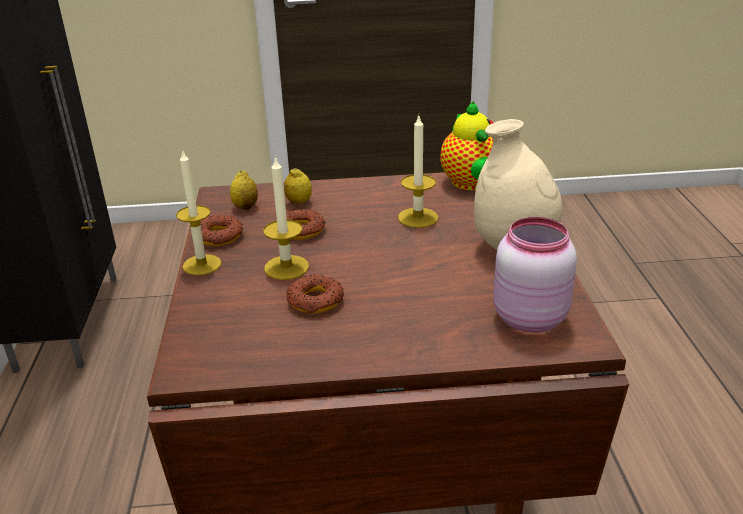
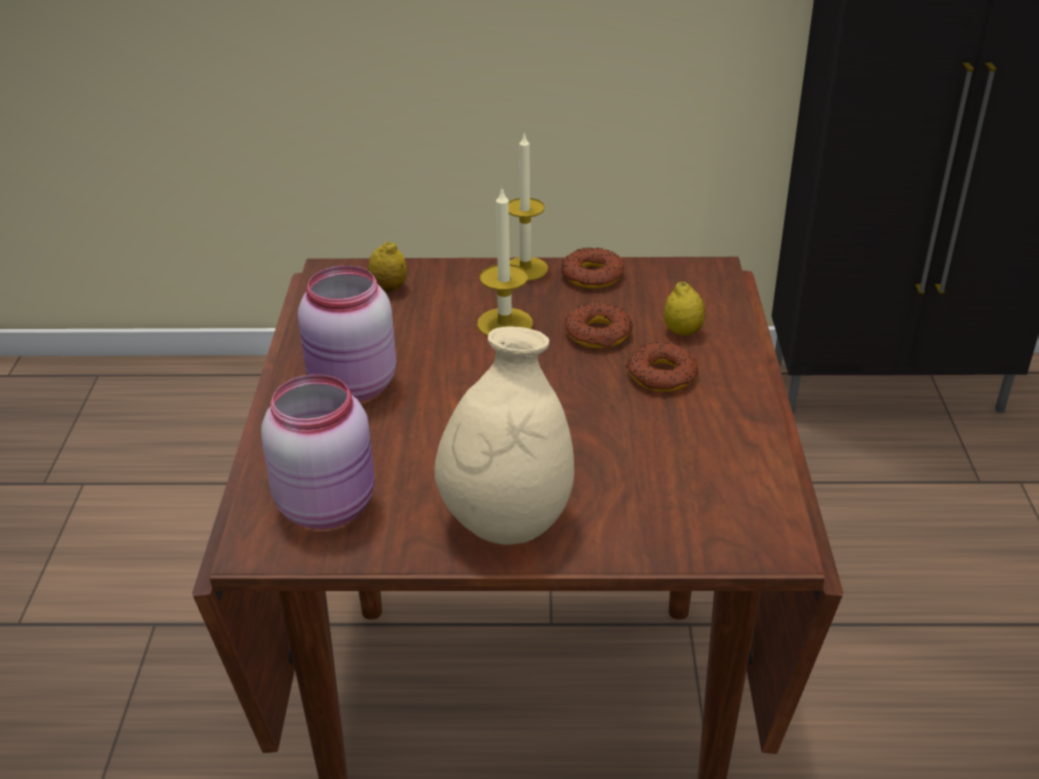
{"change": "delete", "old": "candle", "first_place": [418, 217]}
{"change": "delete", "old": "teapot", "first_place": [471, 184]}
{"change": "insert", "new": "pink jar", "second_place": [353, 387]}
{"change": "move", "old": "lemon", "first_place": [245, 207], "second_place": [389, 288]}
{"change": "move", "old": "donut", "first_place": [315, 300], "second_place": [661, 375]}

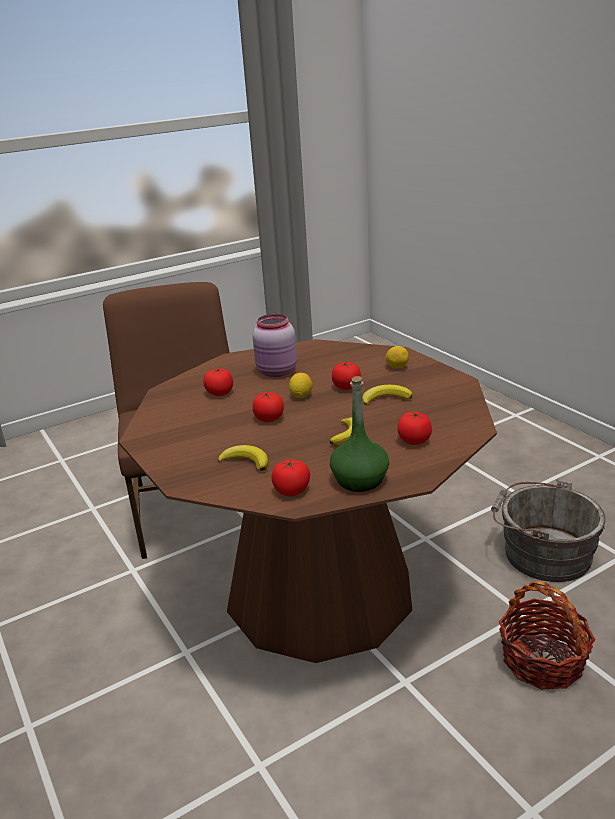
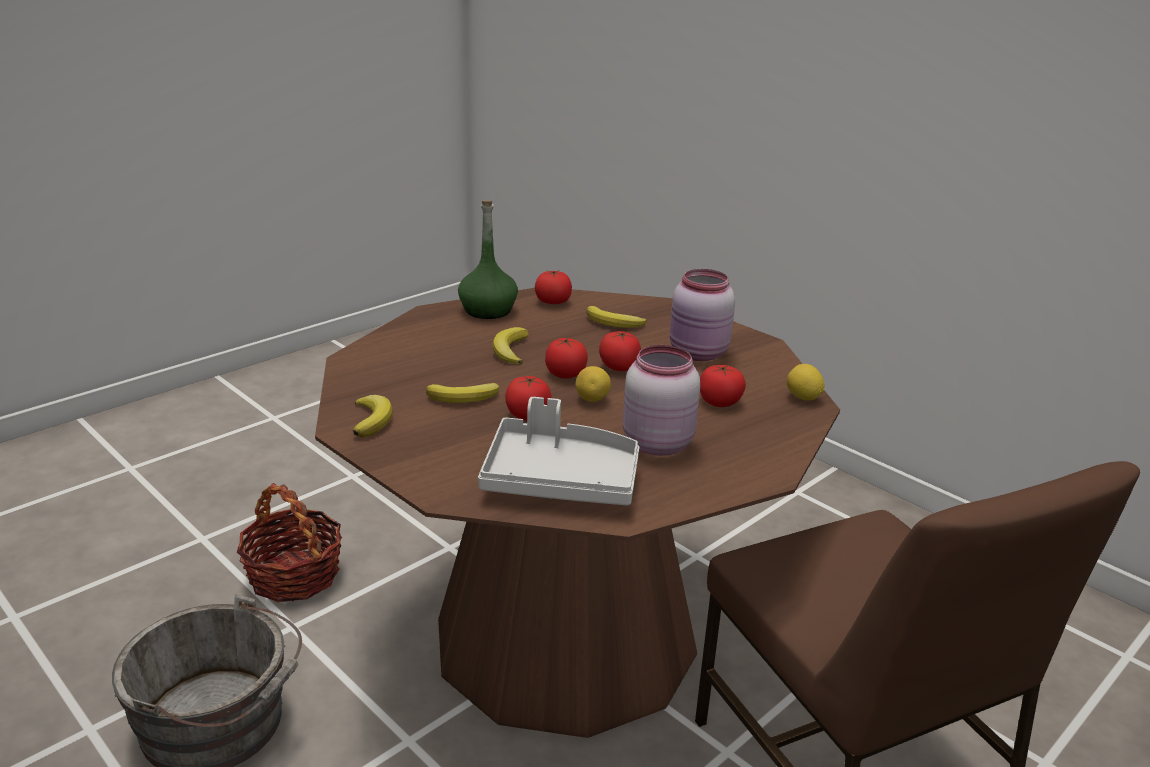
{"change": "insert", "new": "banana", "second_place": [372, 419]}
{"change": "insert", "new": "grey tray", "second_place": [560, 480]}
{"change": "insert", "new": "pink jar", "second_place": [698, 354]}
{"change": "move", "old": "lemon", "first_place": [397, 367], "second_place": [802, 398]}
{"change": "move", "old": "tomato", "first_place": [414, 440], "second_place": [565, 374]}

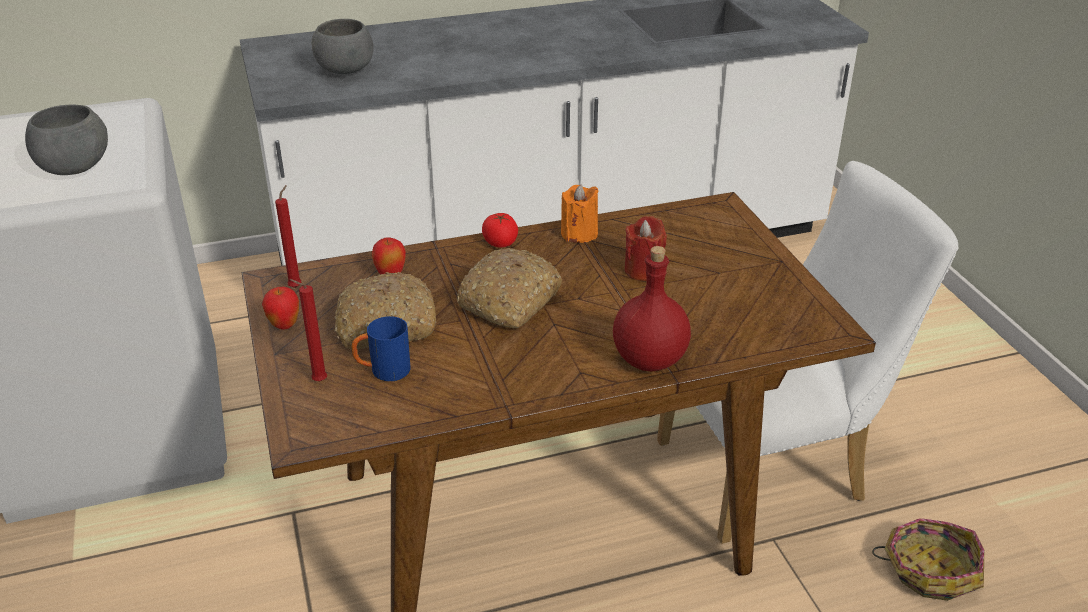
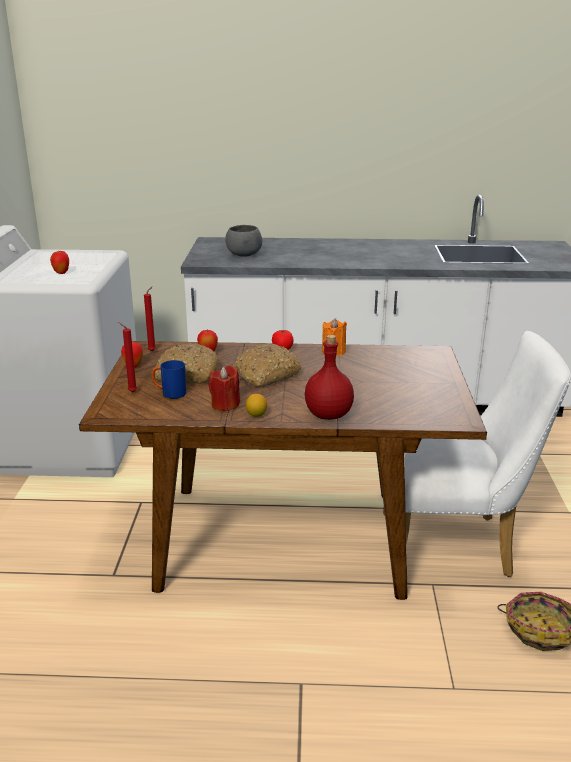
{"change": "insert", "new": "lemon", "second_place": [256, 415]}
{"change": "move", "old": "red candle", "first_place": [643, 270], "second_place": [225, 404]}
{"change": "replace", "old": "grey bowl", "new": "apple", "first_place": [76, 169], "second_place": [61, 273]}

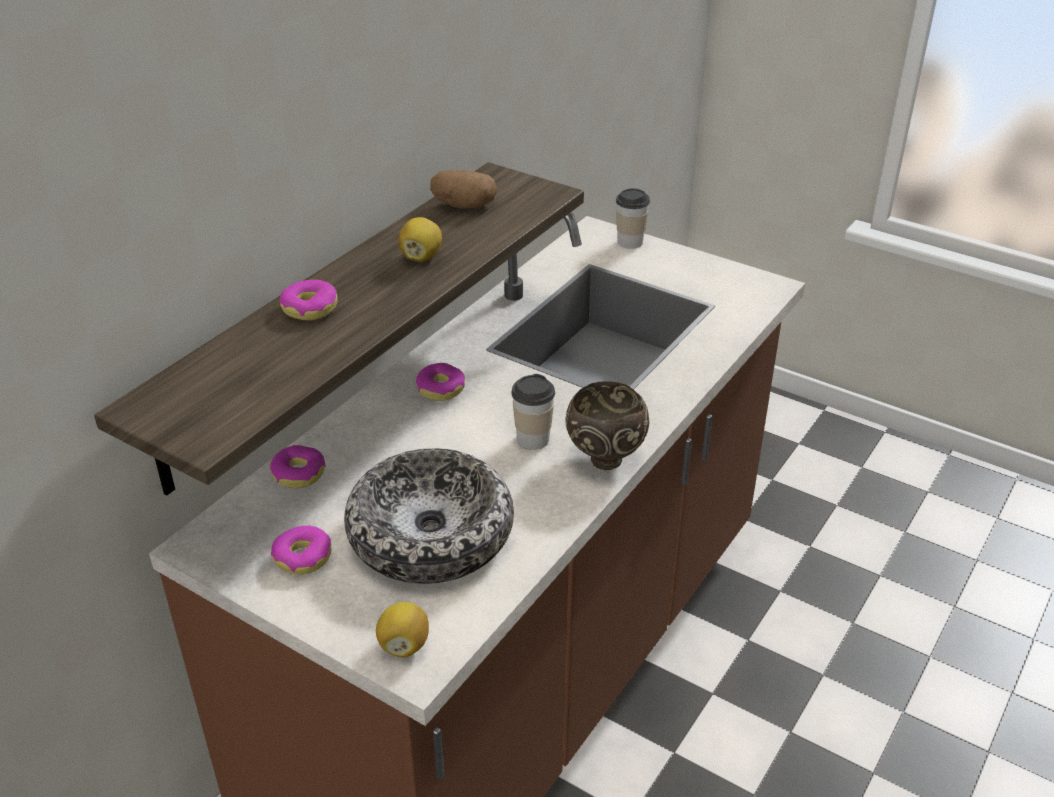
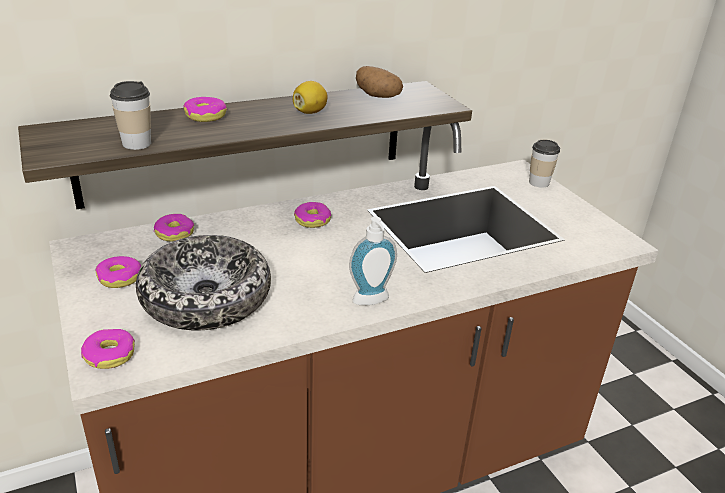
{"change": "move", "old": "cup", "first_place": [533, 439], "second_place": [136, 143]}
{"change": "replace", "old": "lemon", "new": "donut", "first_place": [404, 645], "second_place": [110, 355]}
{"change": "replace", "old": "brown bowl", "new": "soap dispenser", "first_place": [604, 459], "second_place": [372, 302]}

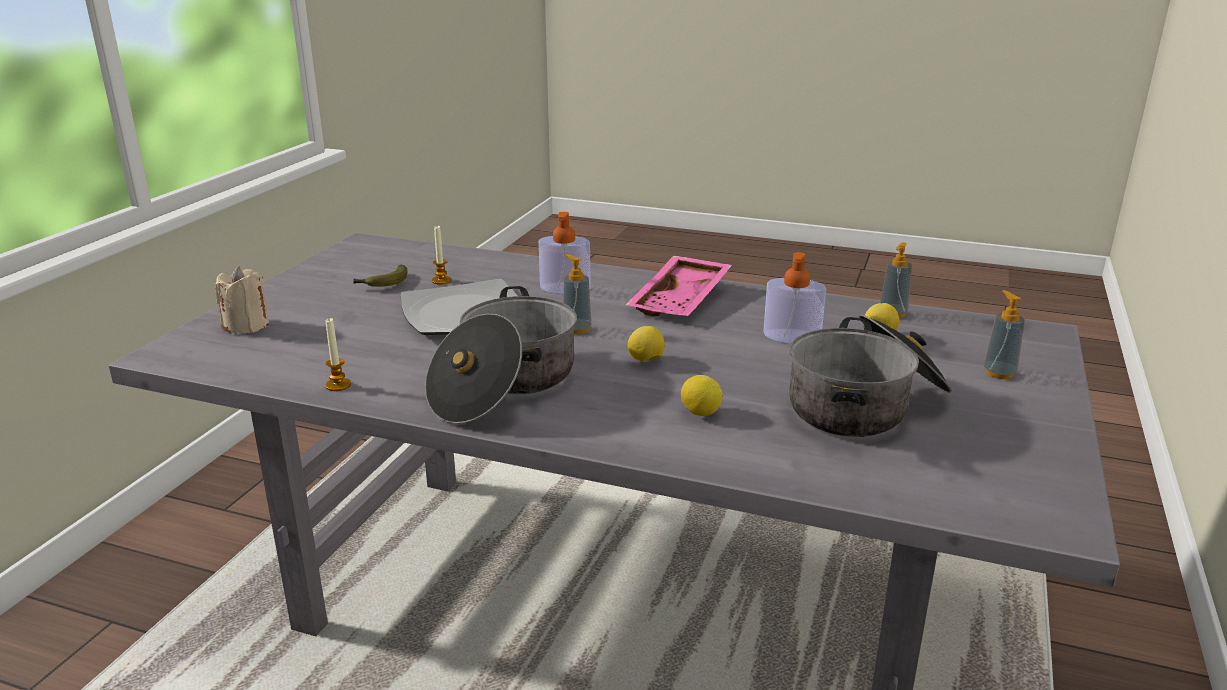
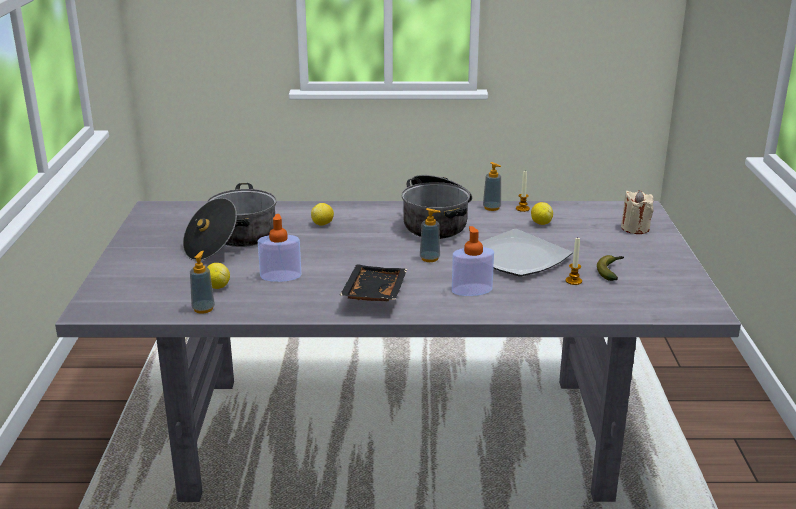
{"change": "move", "old": "lemon", "first_place": [646, 361], "second_place": [541, 223]}
{"change": "move", "old": "soap dispenser", "first_place": [999, 373], "second_place": [491, 208]}
{"change": "recolor", "old": "pink tray", "new": "black tray", "first_place": [682, 301], "second_place": [373, 293]}

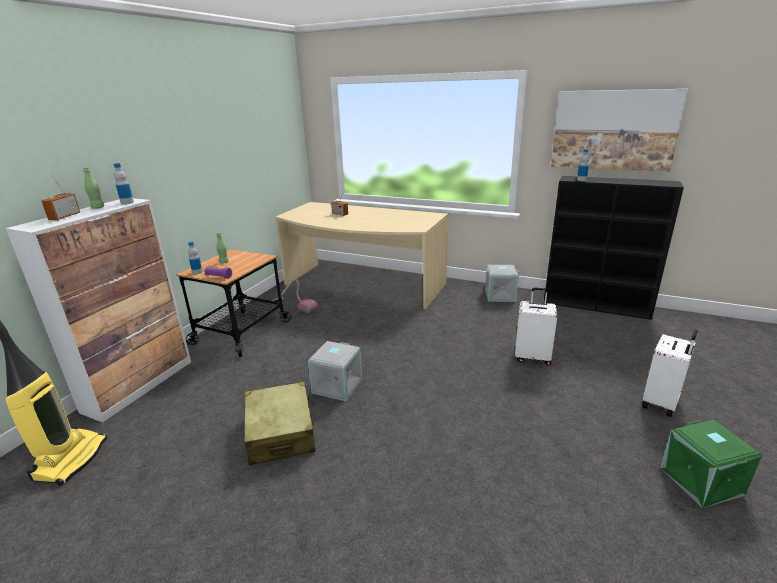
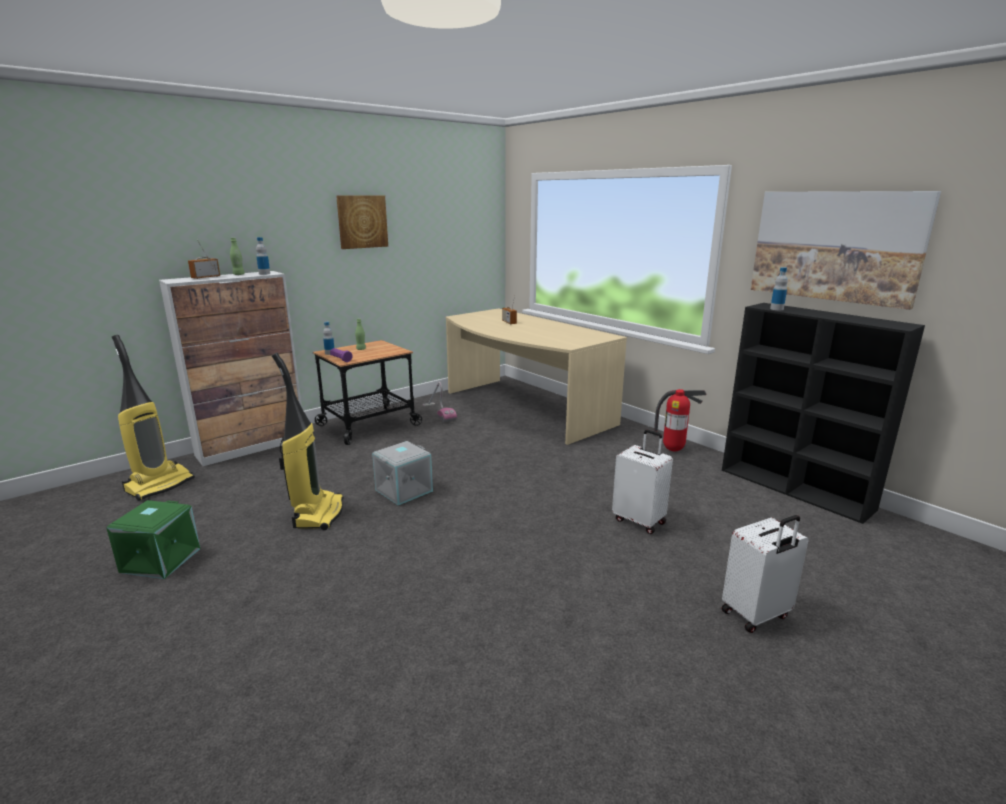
{"change": "insert", "new": "picture", "second_place": [362, 221]}
{"change": "move", "old": "green storage box", "first_place": [699, 481], "second_place": [160, 560]}
{"change": "replace", "old": "beige suitcase", "new": "vacuum cleaner", "first_place": [281, 433], "second_place": [317, 513]}
{"change": "replace", "old": "grey storage box", "new": "fire extinguisher", "first_place": [500, 295], "second_place": [673, 450]}

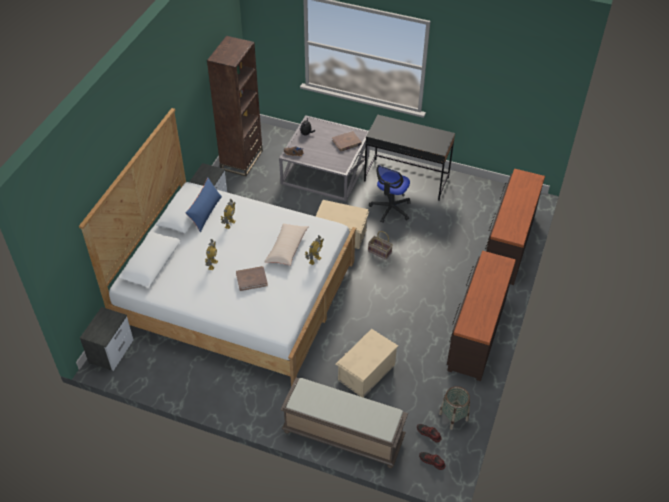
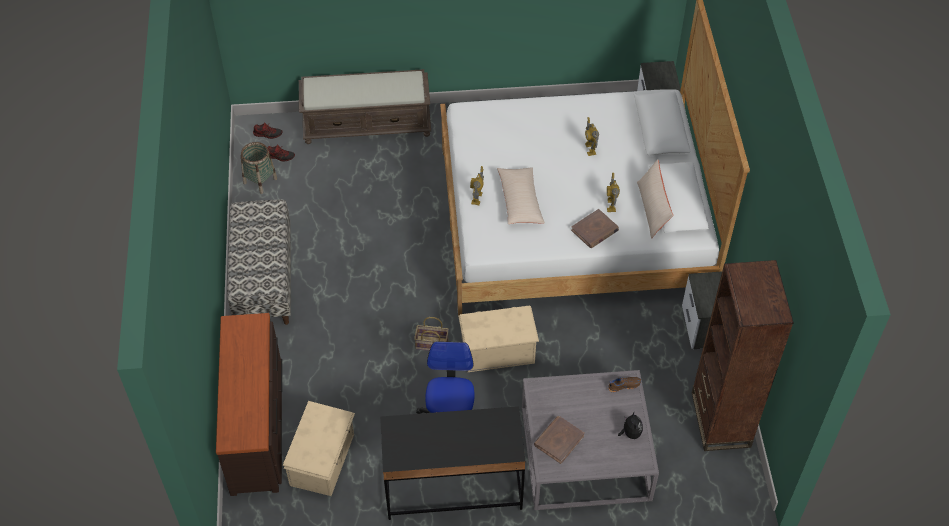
{"change": "move", "old": "brown book", "first_place": [251, 279], "second_place": [594, 230]}
{"change": "move", "old": "beige storage box", "first_place": [365, 372], "second_place": [323, 459]}
{"change": "replace", "old": "brown dresser", "new": "bench", "first_place": [476, 333], "second_place": [264, 280]}
{"change": "recolor", "old": "blue pillow", "new": "beige pillow", "first_place": [205, 213], "second_place": [652, 209]}

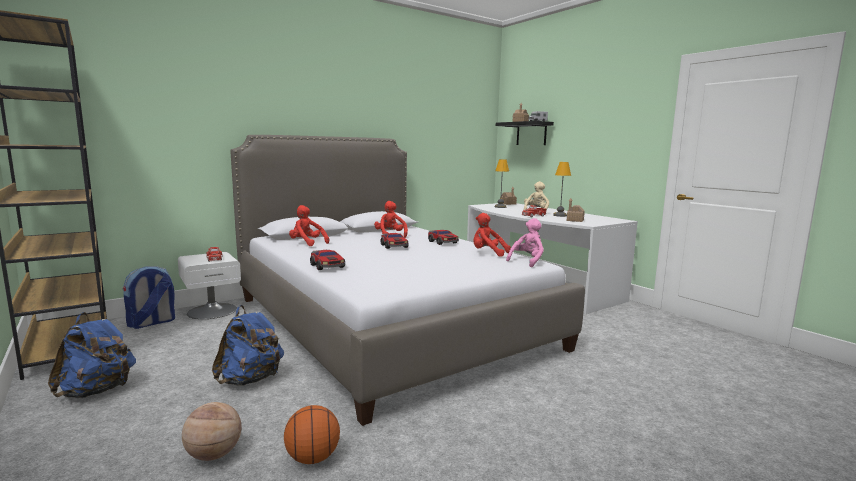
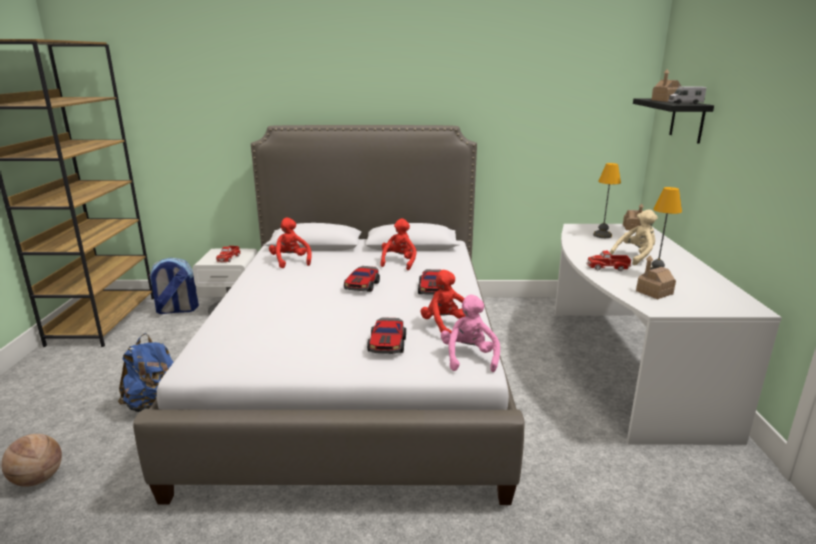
{"change": "delete", "old": "blue backpack", "first_place": [97, 391]}
{"change": "delete", "old": "basketball", "first_place": [312, 458]}
{"change": "move", "old": "toy car", "first_place": [327, 266], "second_place": [387, 344]}
{"change": "rotate", "old": "pink plush toy", "first_place": [527, 261], "second_place": [469, 357], "degrees": -75}

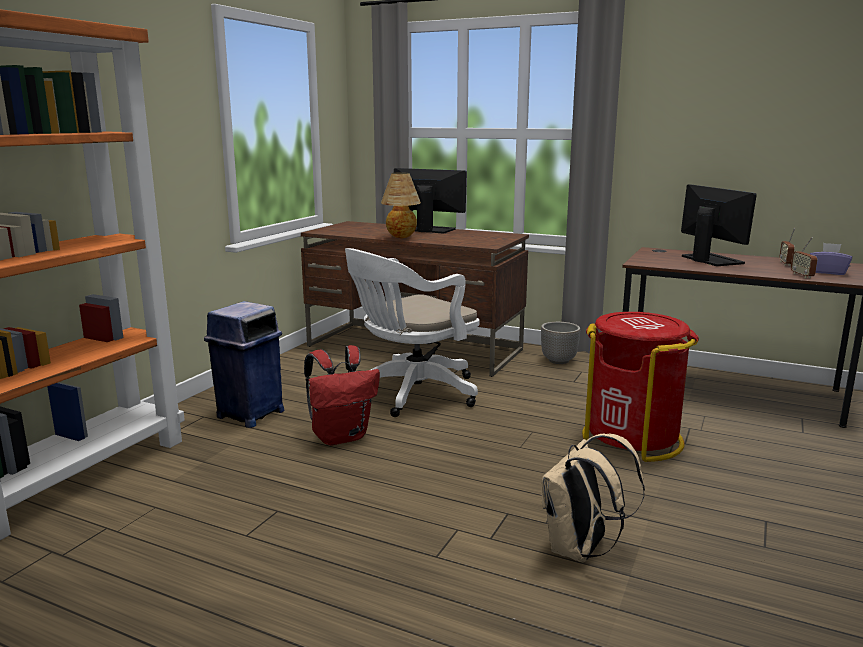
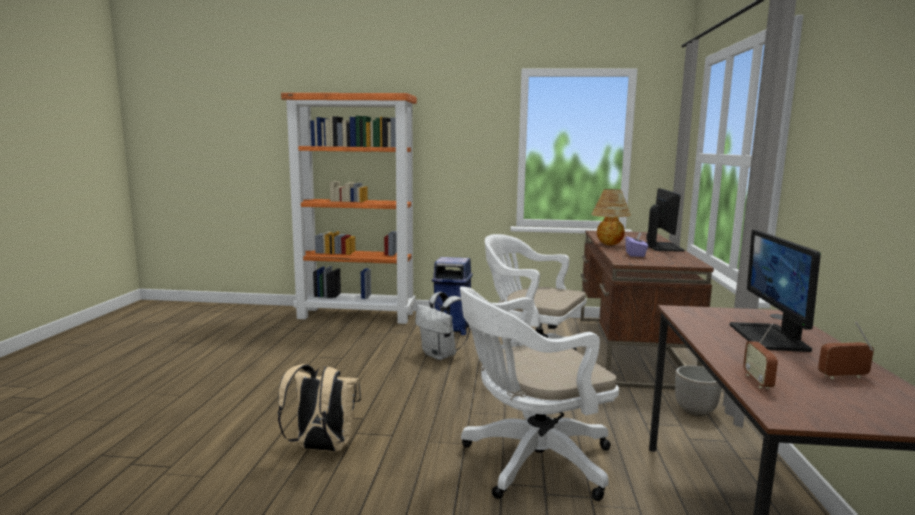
{"change": "move", "old": "purple tissue box", "first_place": [827, 272], "second_place": [635, 254]}
{"change": "replace", "old": "red trash can", "new": "white office chair", "first_place": [632, 438], "second_place": [530, 462]}
{"change": "recolor", "old": "red backpack", "new": "white backpack", "first_place": [341, 436], "second_place": [441, 355]}
{"change": "rotate", "old": "monitor", "first_place": [710, 260], "second_place": [770, 337], "degrees": 135}
{"change": "rotate", "old": "radio", "first_place": [802, 275], "second_place": [758, 381], "degrees": -60}

